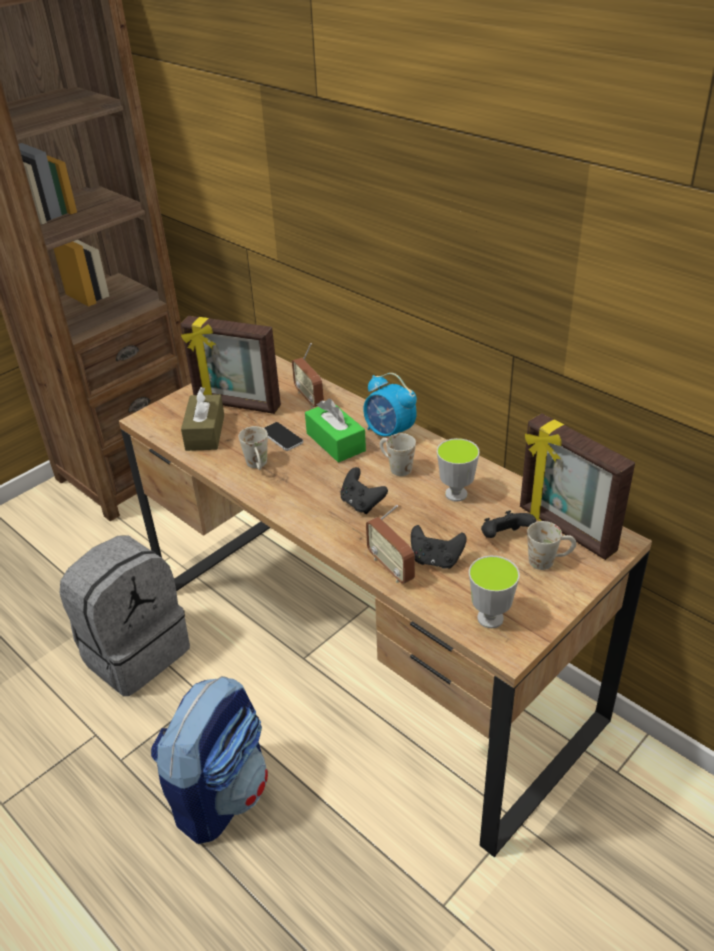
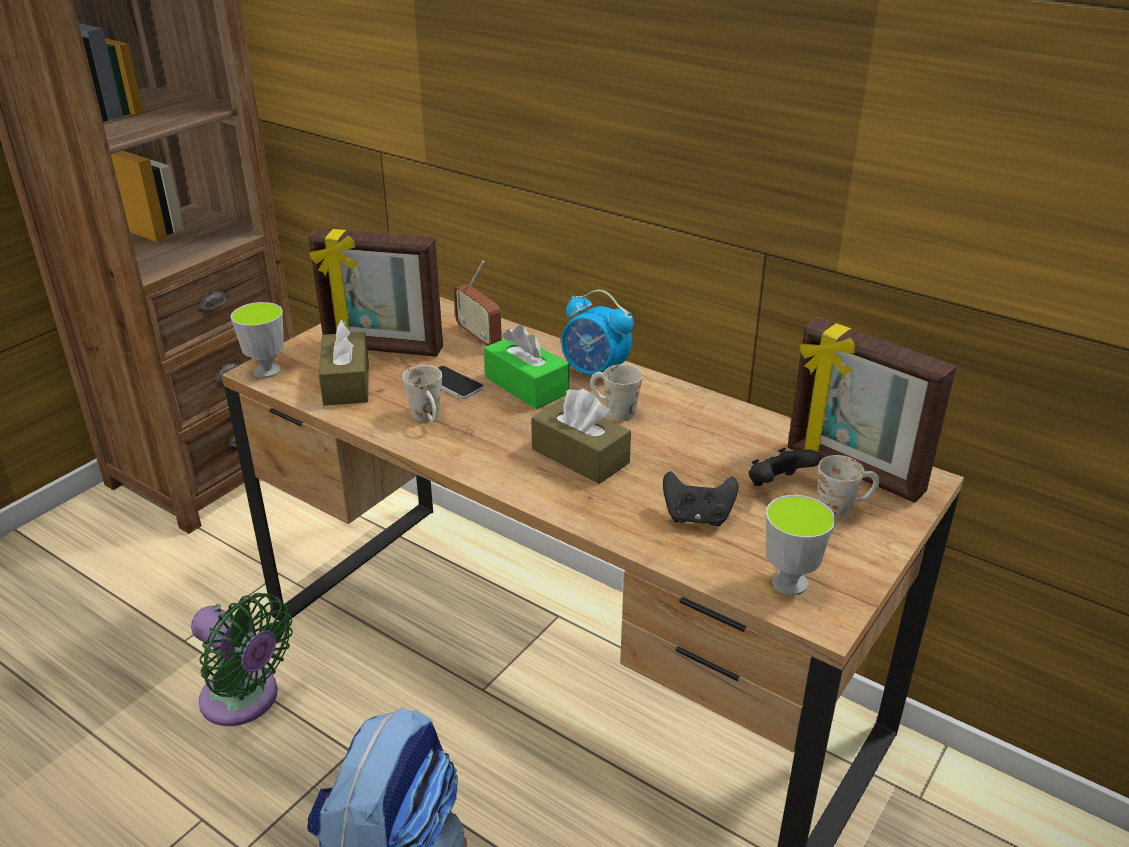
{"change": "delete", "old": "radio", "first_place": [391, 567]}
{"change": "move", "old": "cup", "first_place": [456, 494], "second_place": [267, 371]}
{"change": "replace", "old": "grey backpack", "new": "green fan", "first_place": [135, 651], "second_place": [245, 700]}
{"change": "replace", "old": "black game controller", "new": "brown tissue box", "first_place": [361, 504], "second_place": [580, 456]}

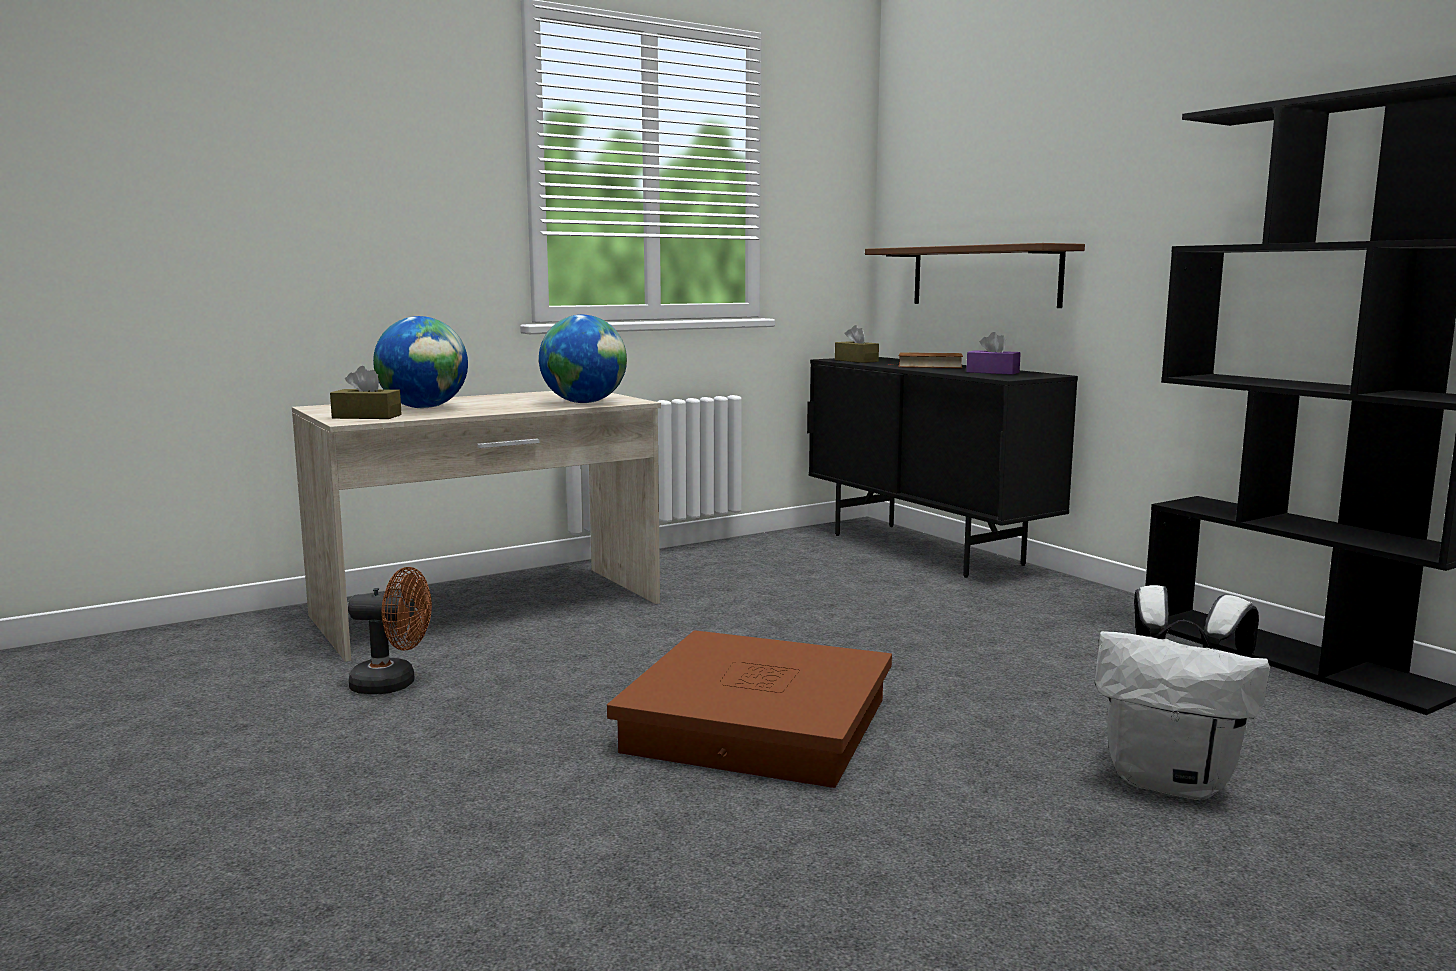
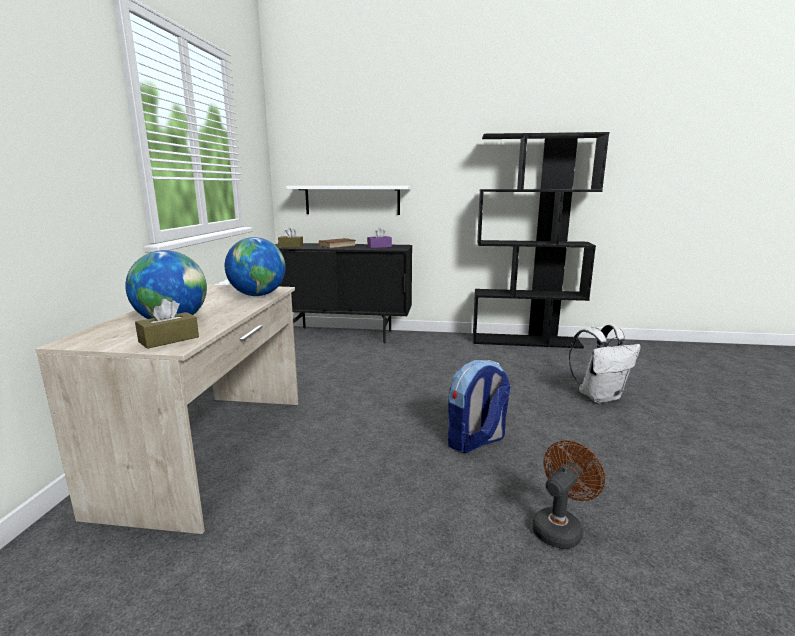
{"change": "move", "old": "brown fan", "first_place": [393, 684], "second_place": [560, 527]}
{"change": "replace", "old": "brown storage box", "new": "backpack", "first_place": [756, 724], "second_place": [476, 442]}
{"change": "recolor", "old": "brown shelf", "new": "white shelf", "first_place": [984, 276], "second_place": [352, 200]}

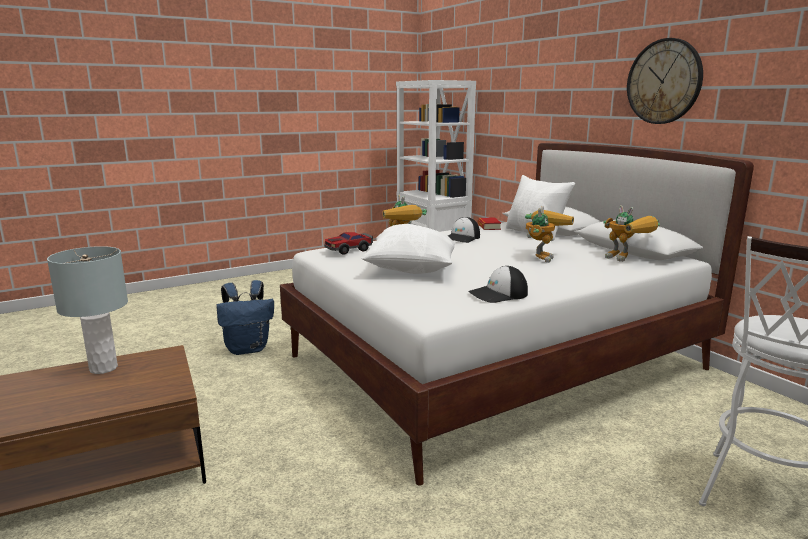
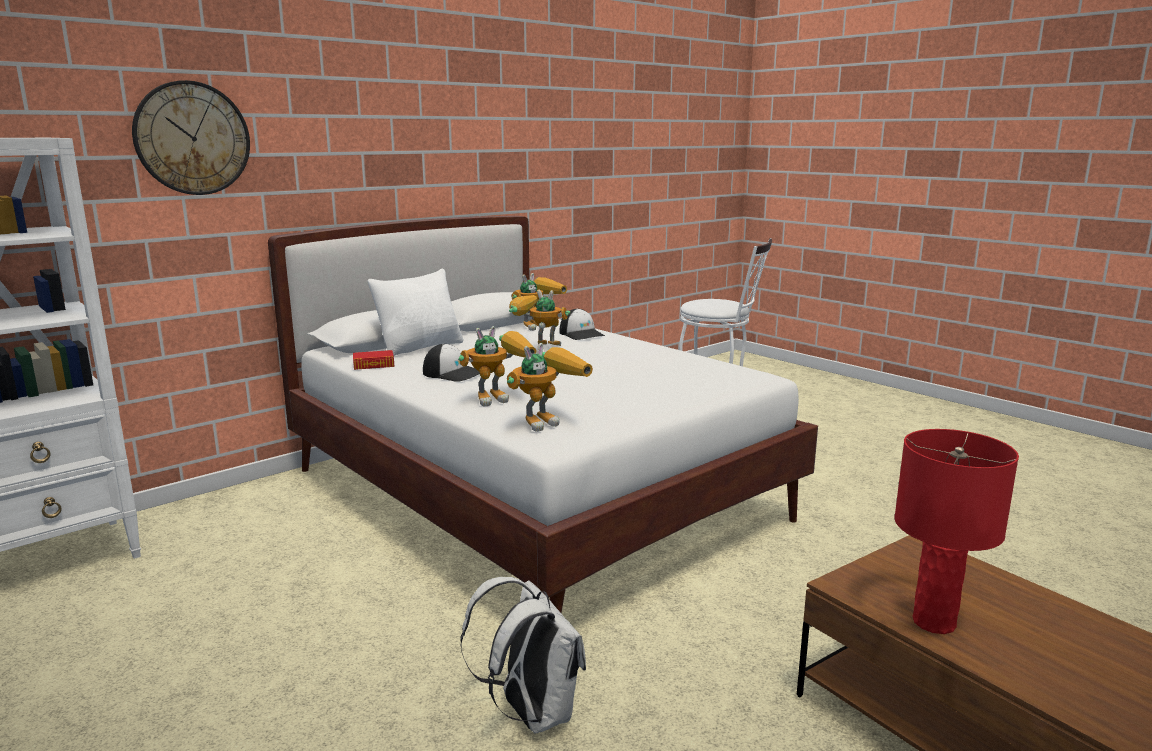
{"change": "delete", "old": "white pillow", "first_place": [410, 270]}
{"change": "move", "old": "cap", "first_place": [498, 294], "second_place": [582, 334]}
{"change": "move", "old": "wall clock", "first_place": [664, 81], "second_place": [192, 138]}
{"change": "replace", "old": "toy car", "new": "toy robot", "first_place": [348, 249], "second_place": [547, 420]}
{"change": "recolor", "old": "grey table lamp", "new": "red table lamp", "first_place": [103, 368], "second_place": [934, 623]}
{"change": "recolor", "old": "blue backpack", "new": "white backpack", "first_place": [248, 349], "second_place": [531, 713]}

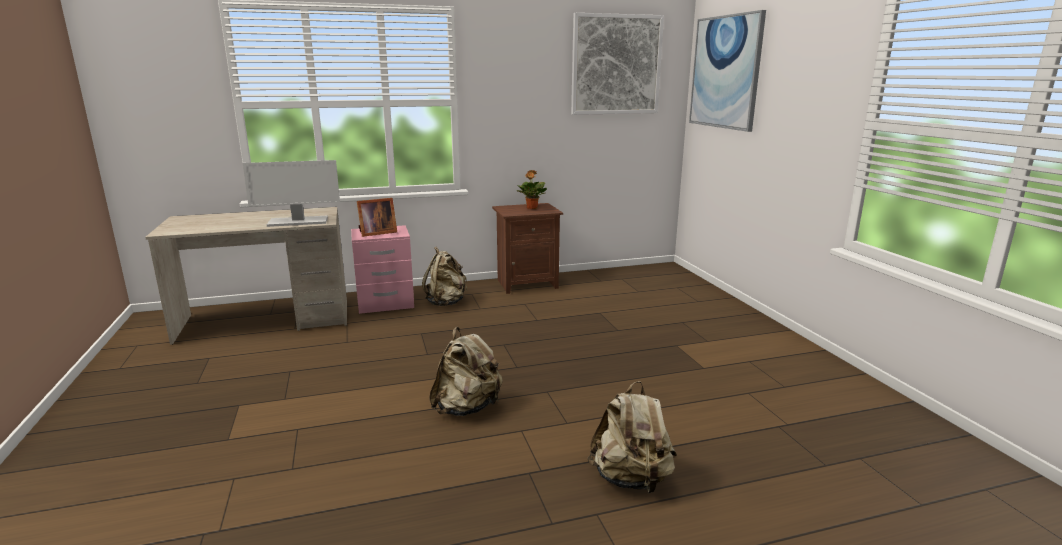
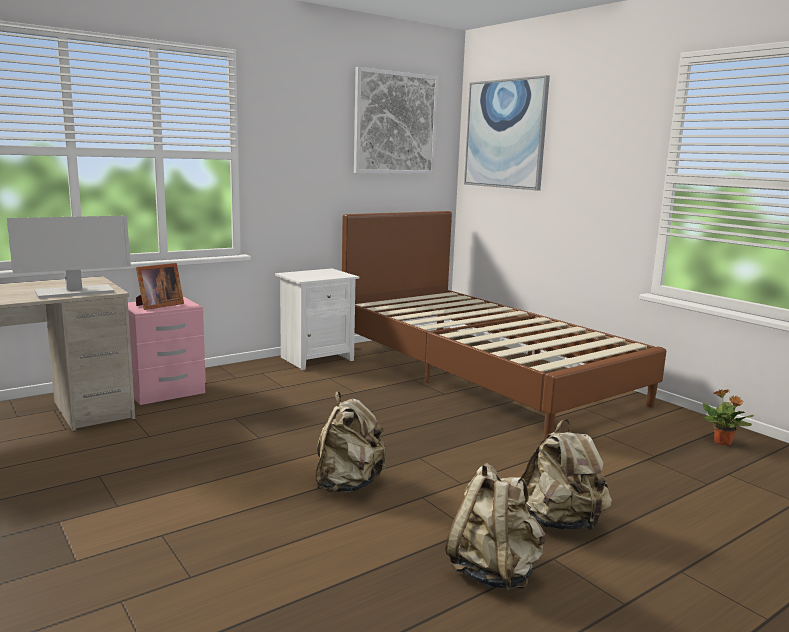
{"change": "insert", "new": "brown bed", "second_place": [481, 373]}
{"change": "move", "old": "beige backpack", "first_place": [446, 302], "second_place": [493, 571]}
{"change": "move", "old": "potted plant", "first_place": [531, 208], "second_place": [723, 442]}
{"change": "recolor", "old": "brown nightstand", "new": "white nightstand", "first_place": [526, 284], "second_place": [316, 358]}

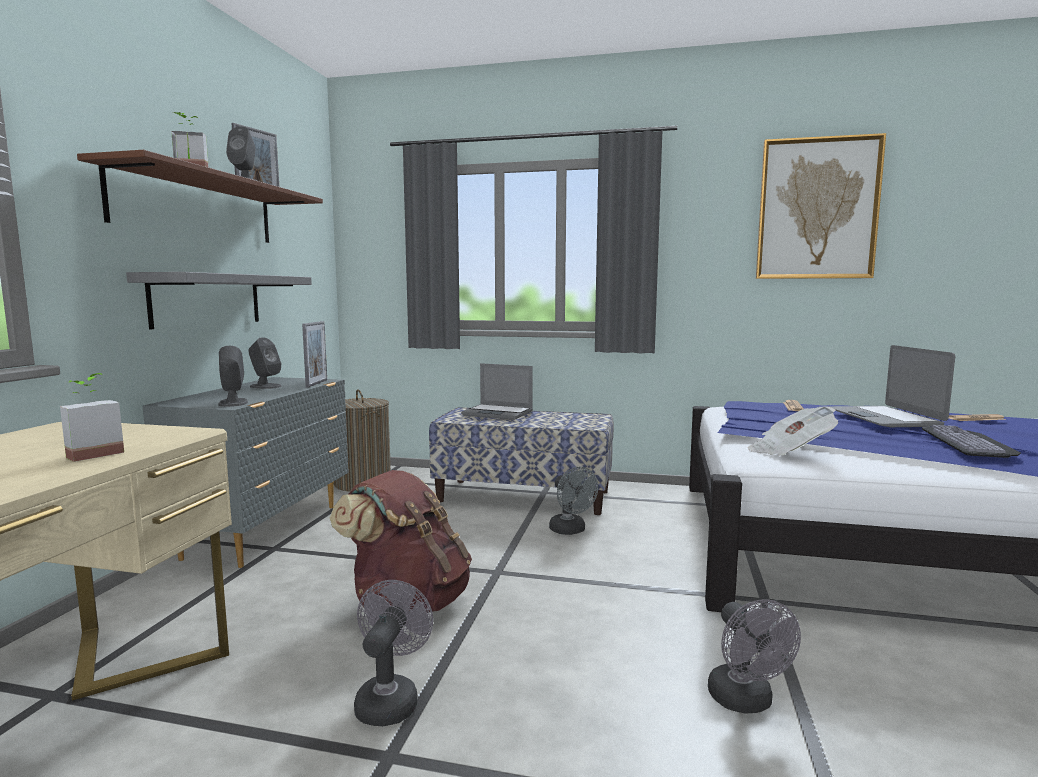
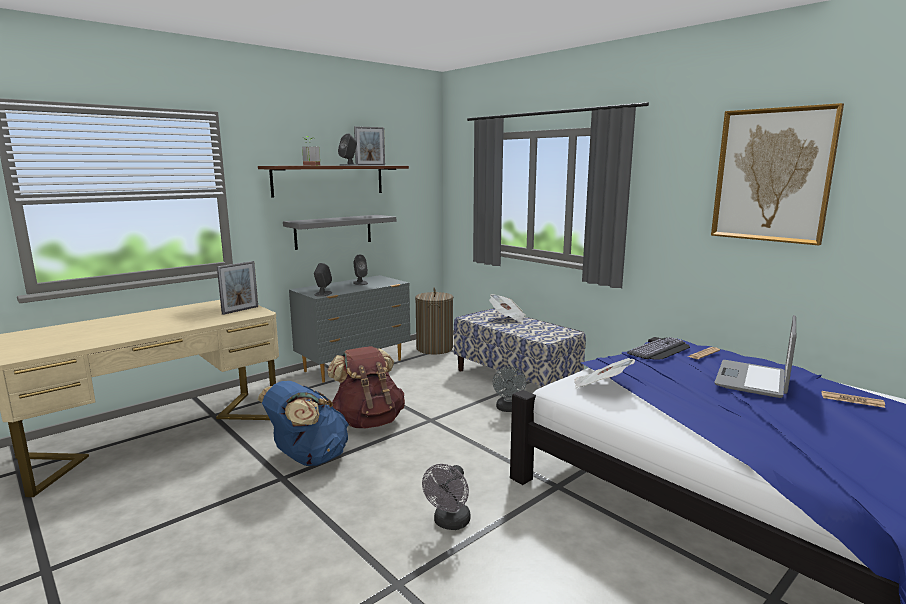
{"change": "delete", "old": "potted plant", "first_place": [92, 453]}
{"change": "move", "old": "picture frame", "first_place": [317, 383], "second_place": [240, 310]}
{"change": "move", "old": "keyboard", "first_place": [971, 443], "second_place": [661, 350]}
{"change": "replace", "old": "grey fan", "new": "blue backpack", "first_place": [390, 699], "second_place": [308, 459]}
{"change": "replace", "old": "laptop", "new": "newspaper", "first_place": [498, 413], "second_place": [507, 318]}

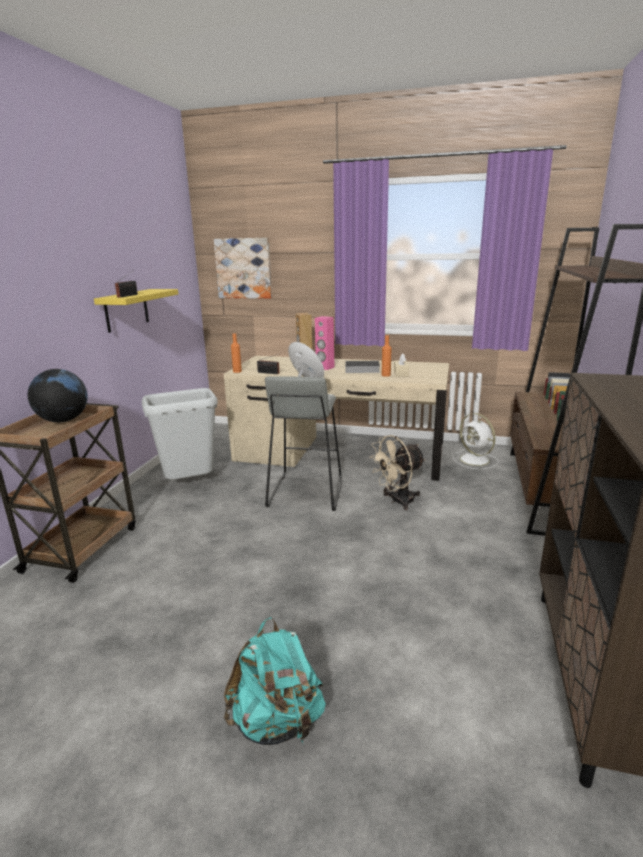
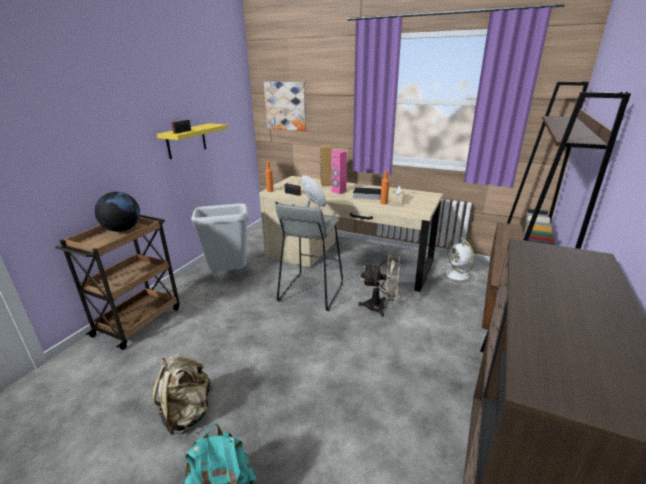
{"change": "insert", "new": "beige backpack", "second_place": [187, 413]}
{"change": "rotate", "old": "beige fan", "first_place": [397, 501], "second_place": [380, 307], "degrees": -150}

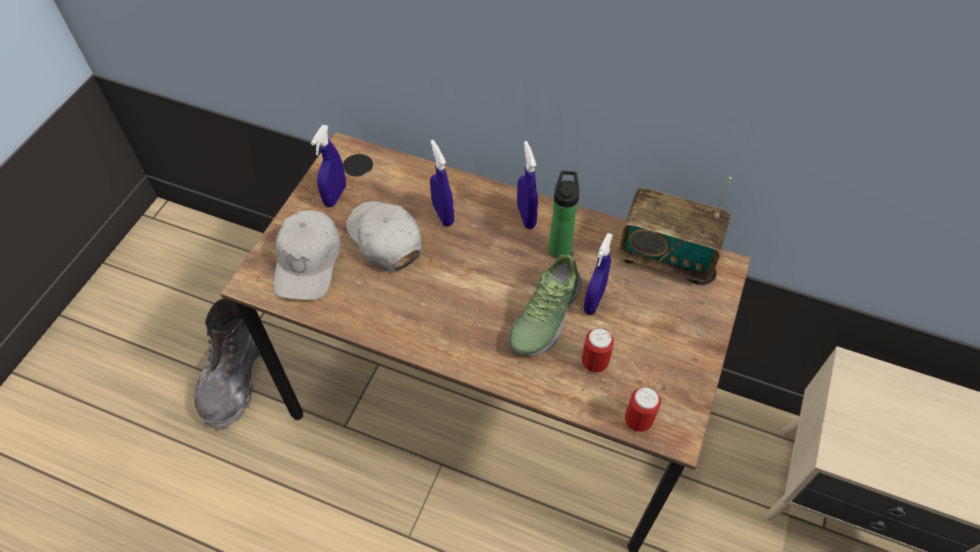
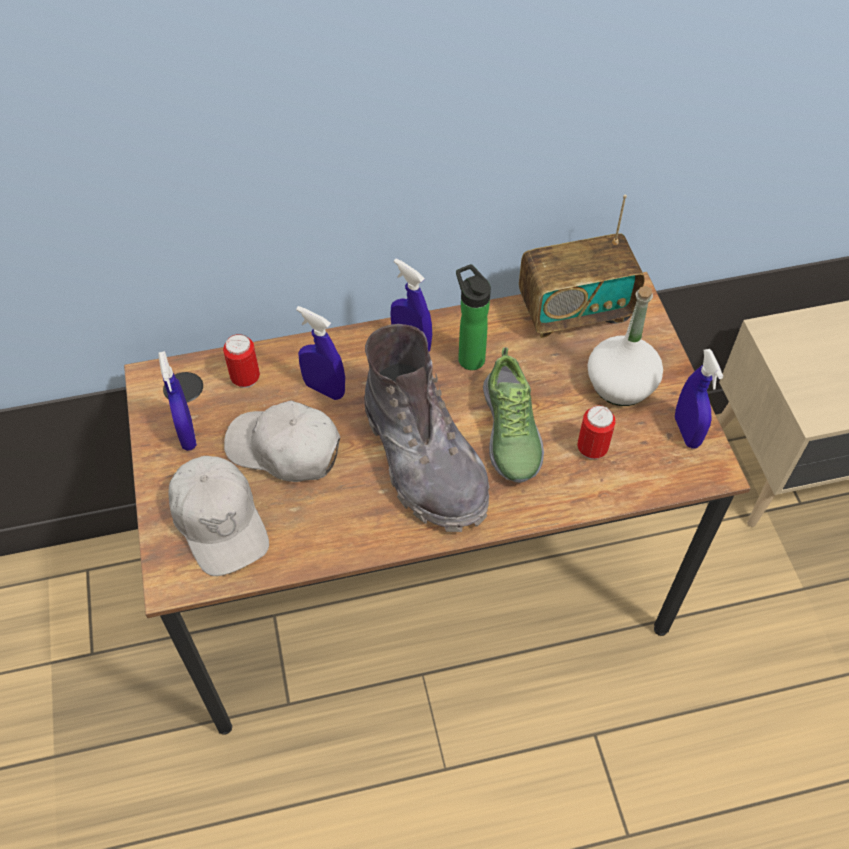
{"change": "insert", "new": "white bottle", "second_place": [620, 385]}
{"change": "move", "old": "grey boot", "first_place": [234, 379], "second_place": [424, 460]}
{"change": "move", "old": "blue spray bottle", "first_place": [593, 301], "second_place": [686, 431]}
{"change": "move", "old": "can", "first_place": [638, 421], "second_place": [245, 378]}

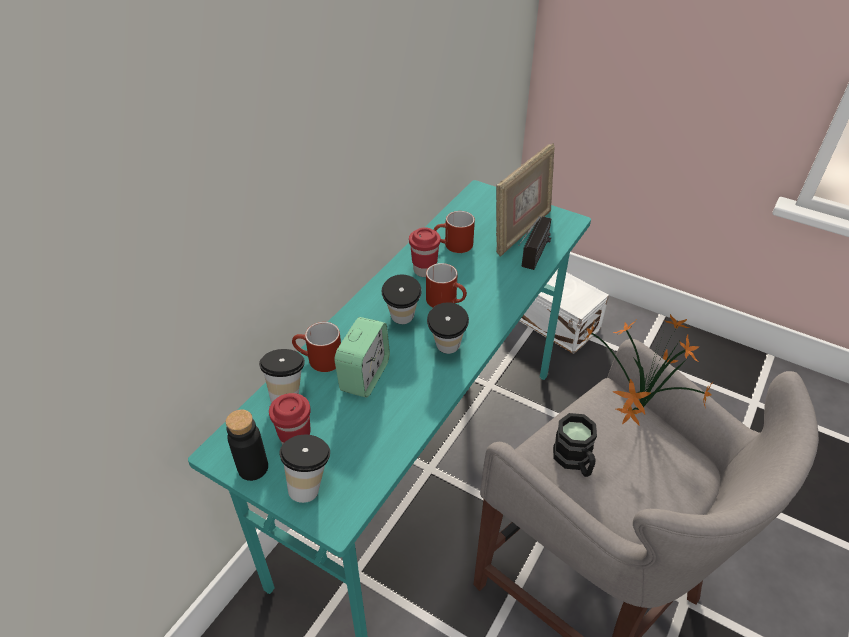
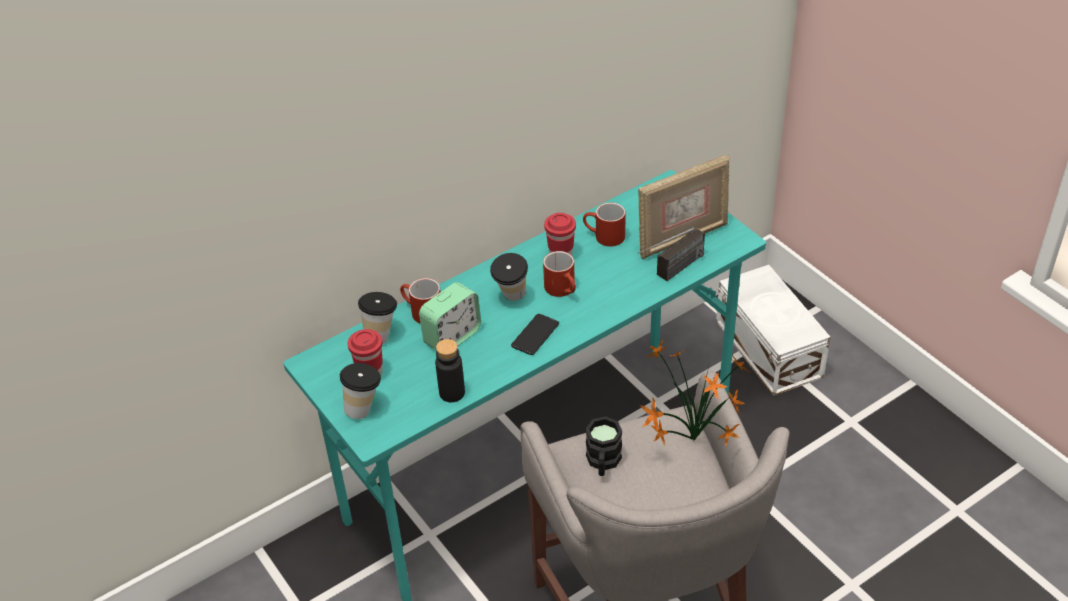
{"change": "move", "old": "black bottle", "first_place": [253, 468], "second_place": [452, 393]}
{"change": "replace", "old": "cup", "new": "phone", "first_place": [447, 351], "second_place": [535, 335]}

